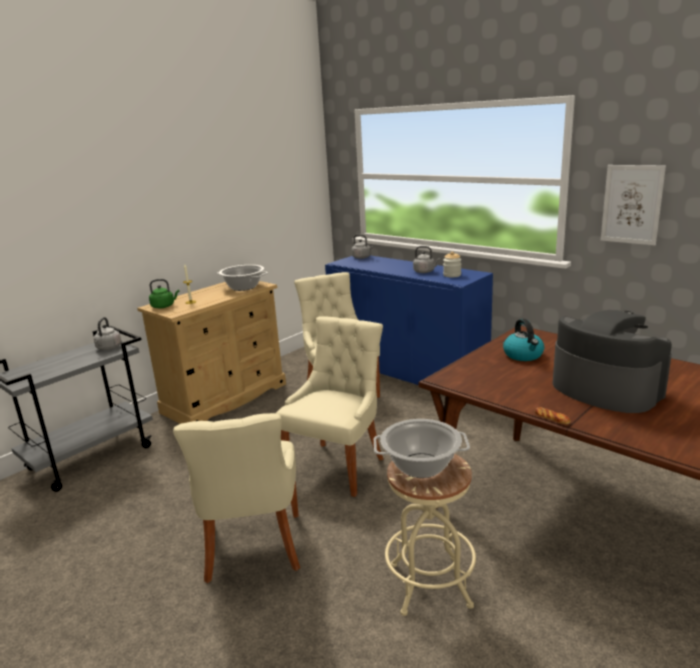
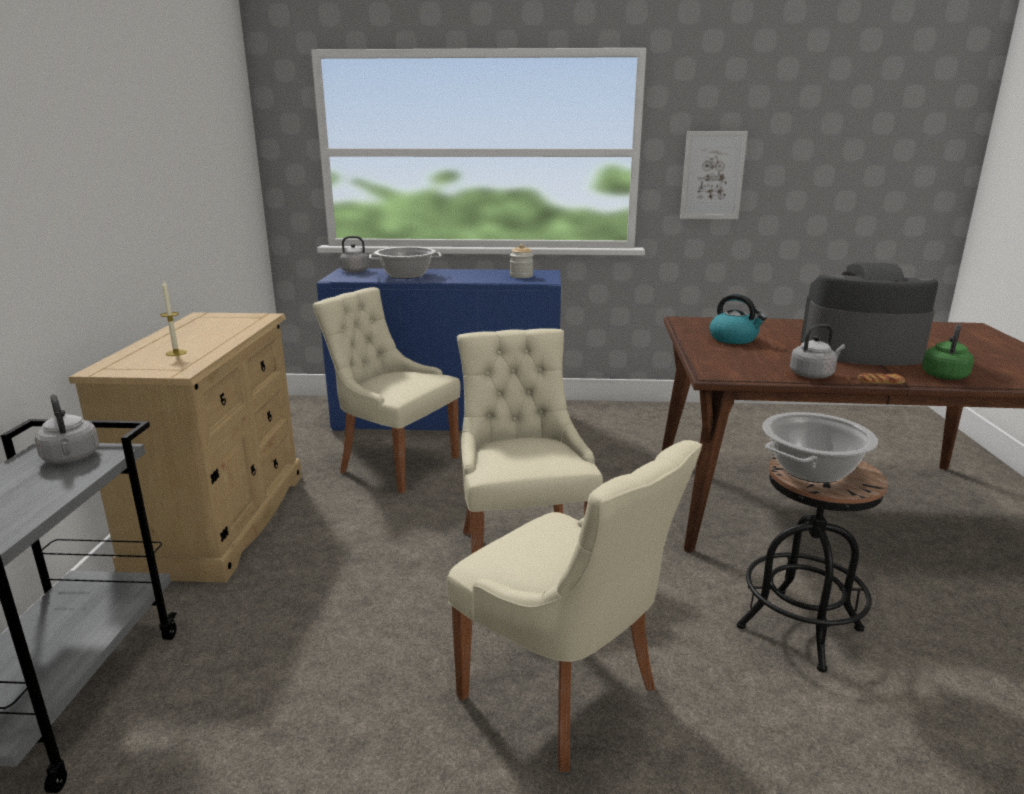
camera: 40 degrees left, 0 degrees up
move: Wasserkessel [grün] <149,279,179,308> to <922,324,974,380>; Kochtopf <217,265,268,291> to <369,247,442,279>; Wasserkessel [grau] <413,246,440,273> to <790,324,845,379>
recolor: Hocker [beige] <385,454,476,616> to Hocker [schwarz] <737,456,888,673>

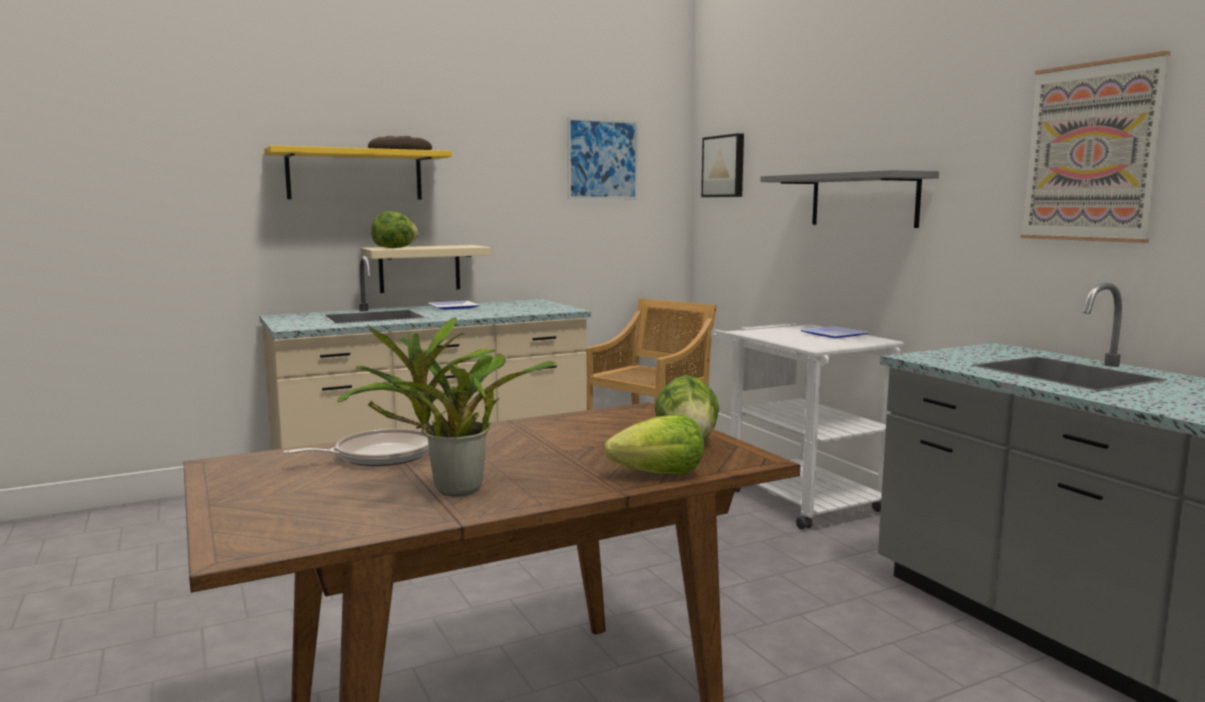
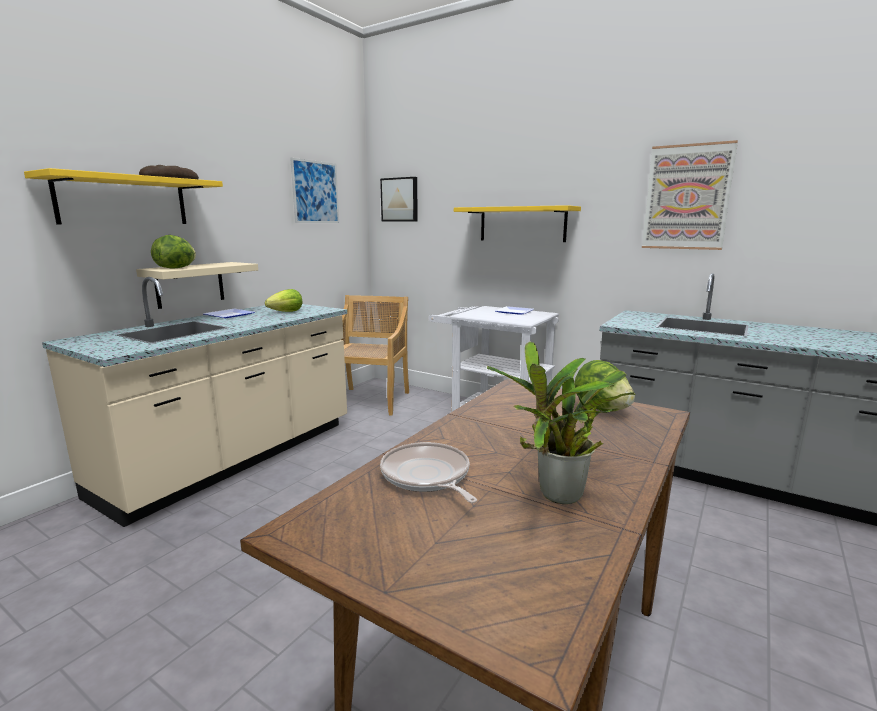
camera: 30 degrees left, 5 degrees up
move: Salatkopf <604,414,704,474> to <265,289,302,312>
recolor: Wandregal [grau] <760,170,939,228> to Wandregal [gelb] <454,205,581,242>
rotate: Pfanne <283,428,429,466> = <380,442,477,503> 60 degrees counterclockwise

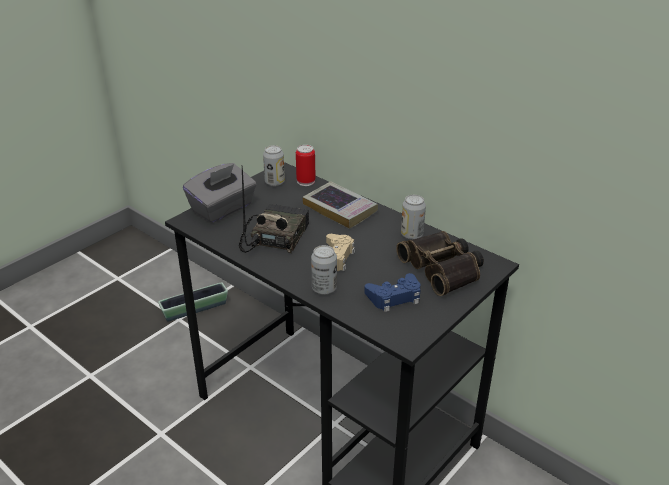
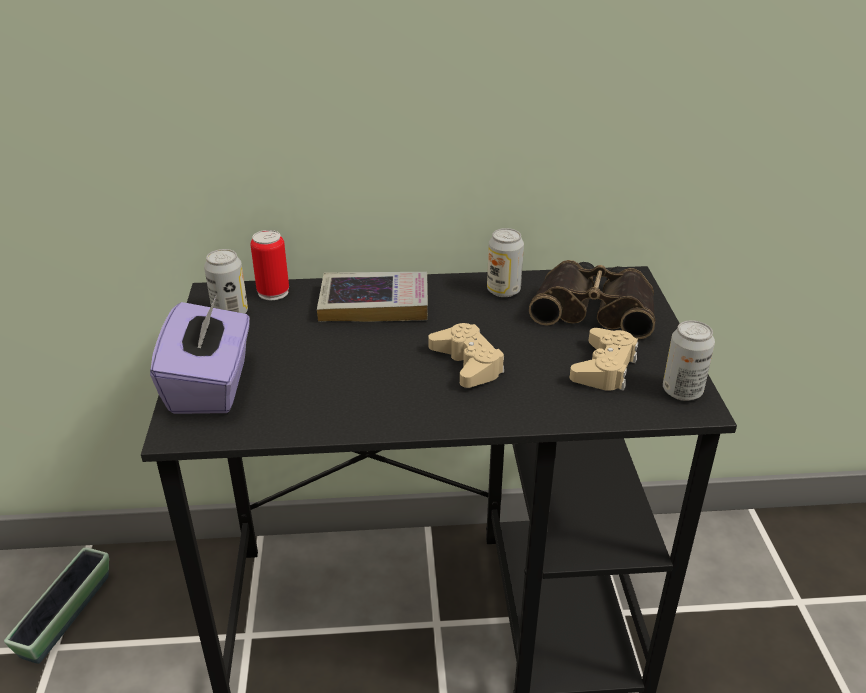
camera: 45 degrees left, 0 degrees up
delete: Radio <239,166,309,253>
move: Dose <311,245,337,295> to <663,320,715,401>
recolor: Taschentuchbox [grau] <183,163,257,223> to Taschentuchbox [lila] <150,295,250,414>; Gamepad [blau] <364,273,420,312> to Gamepad [beige] <570,328,638,391>

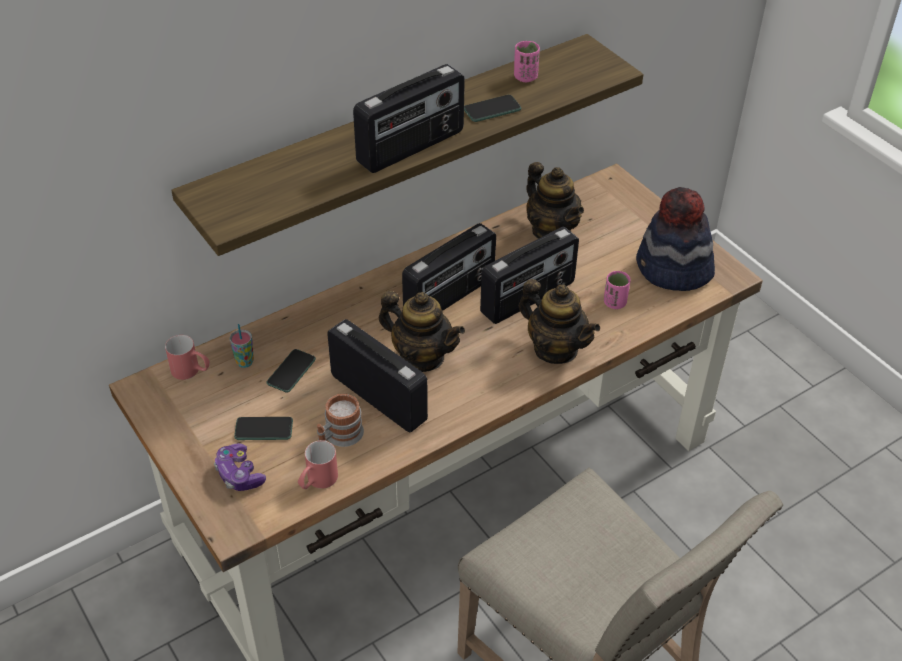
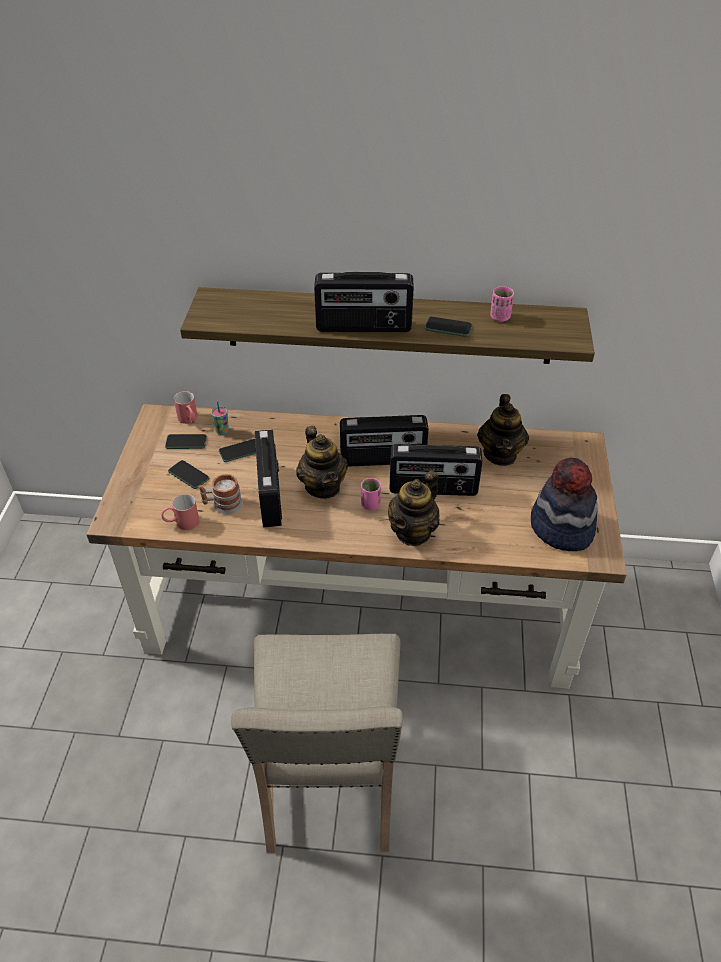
camera: 40 degrees right, 0 degrees up
delete: Gamepad <214,443,266,491>
insert: Handy <165,434,207,449>
move: Tasse [rosa] <604,271,631,309> to <361,478,381,510>
rotate: Teekanne <519,279,600,364> = <388,470,440,546> 45 degrees clockwise

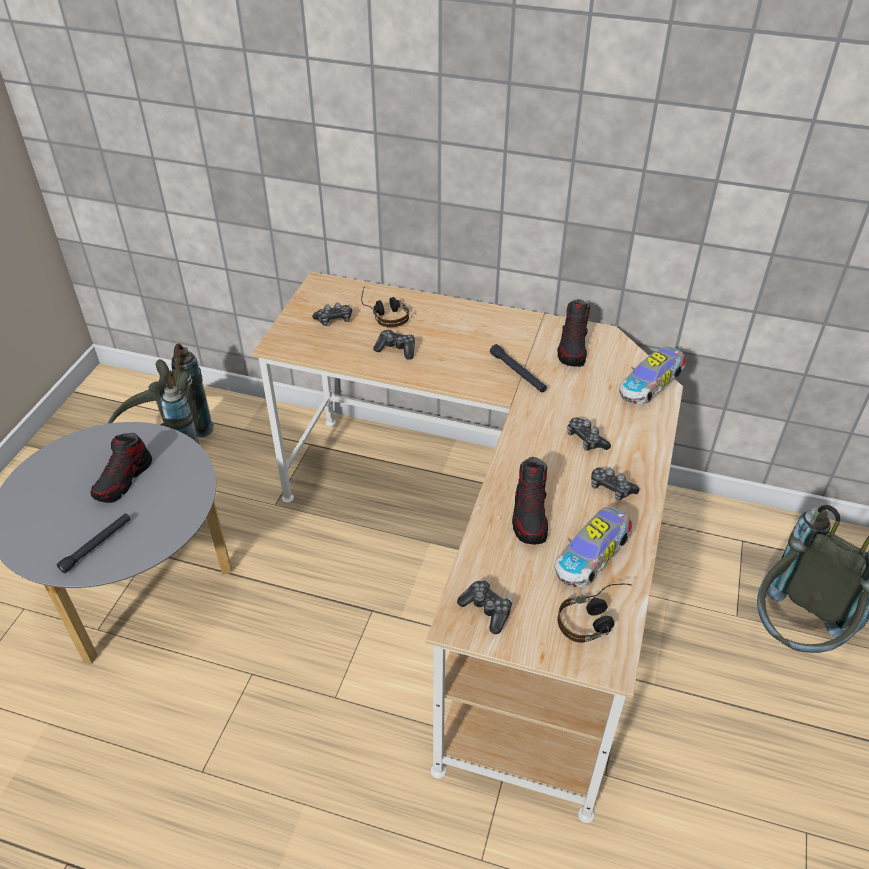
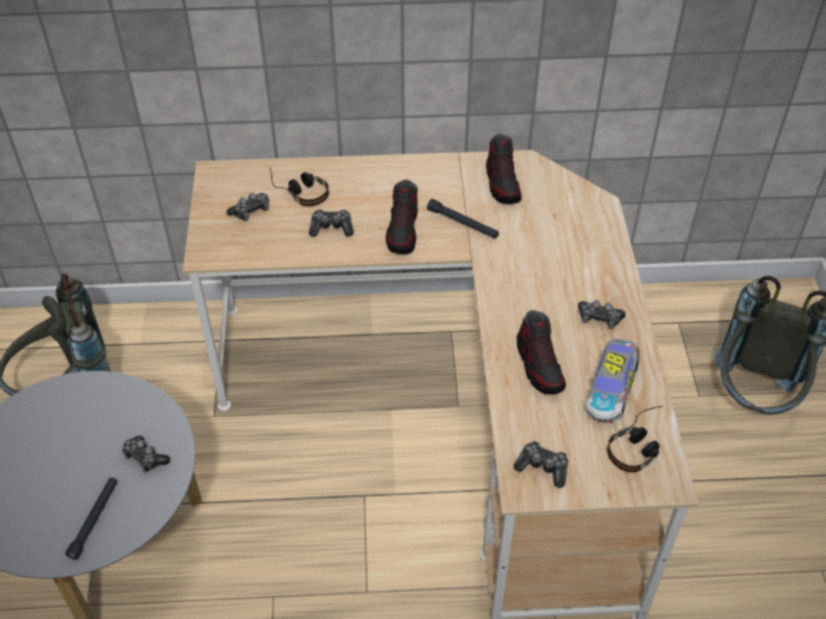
camera: 20 degrees left, 5 degrees up
delete: Spielzeugauto <619,346,686,404>
move: Schuh <90,433,152,503> to <386,180,418,254>; Gamepad <567,417,611,451> to <122,436,170,472>

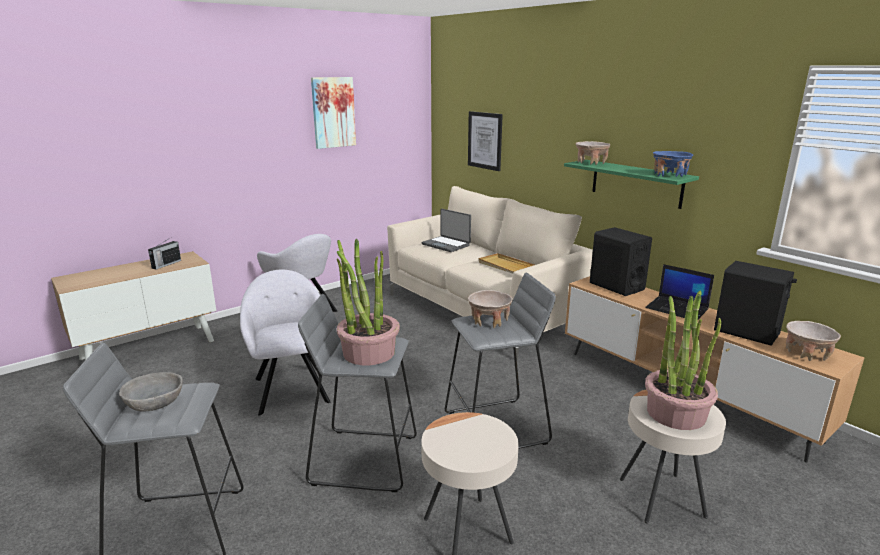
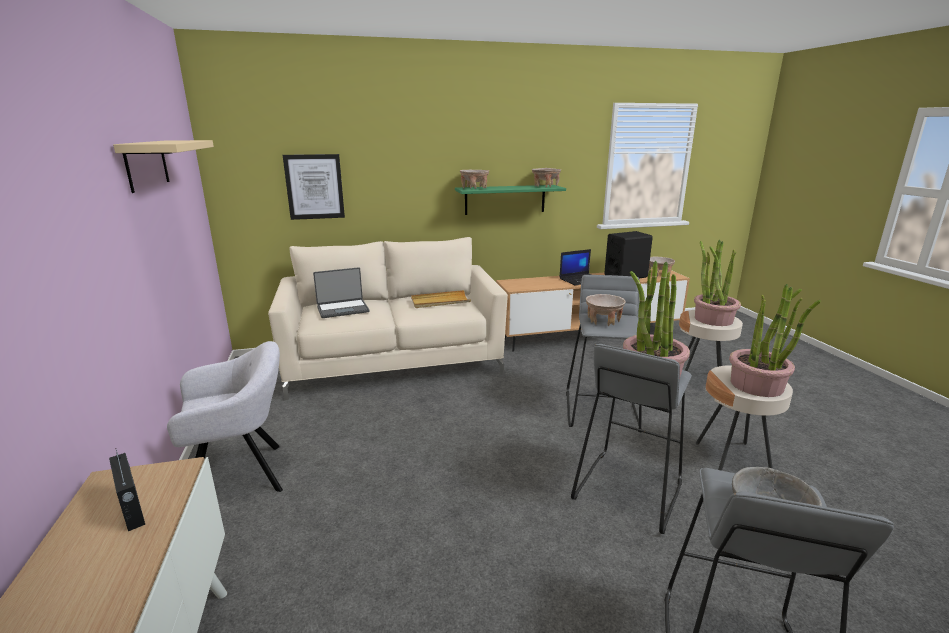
camera: 65 degrees left, 0 degrees up
delete: Sessel [grau] <240,270,331,416>; Lautsprecher [schwarz] <590,227,652,296>
insert: Topfpflanze <729,284,821,397>
replace: Bild <311,77,356,149> to Wandregal [beige] <113,140,214,193>
recolor: Schüssel [blau] <653,151,693,177> to Schüssel [beige] <532,168,561,188>

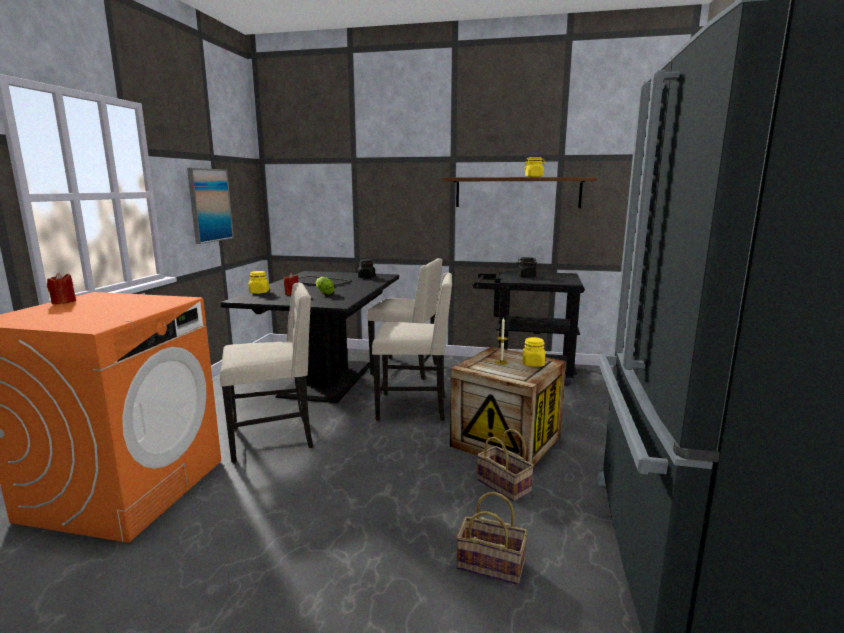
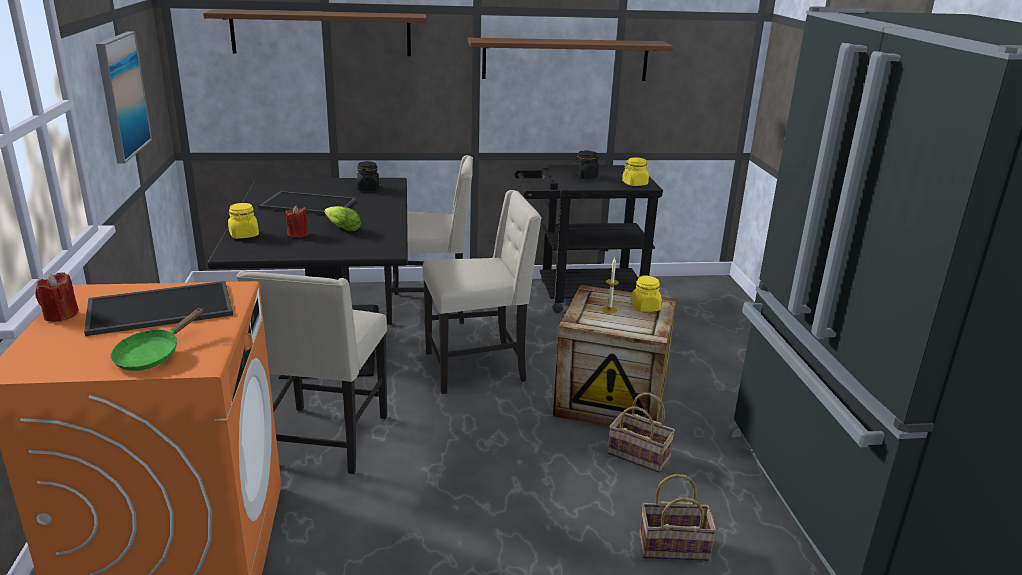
camera: 20 degrees left, 10 degrees up
insert: Tablett <84,281,233,336>; Pfanne [grün] <111,308,204,371>; Wandregal [braun] <203,9,427,56>
move: Vorratsglas [gelb] <524,157,546,177> to <622,157,650,186>
rotate: Stuhl [beige] <220,283,313,463> = <236,270,387,474> 135 degrees clockwise

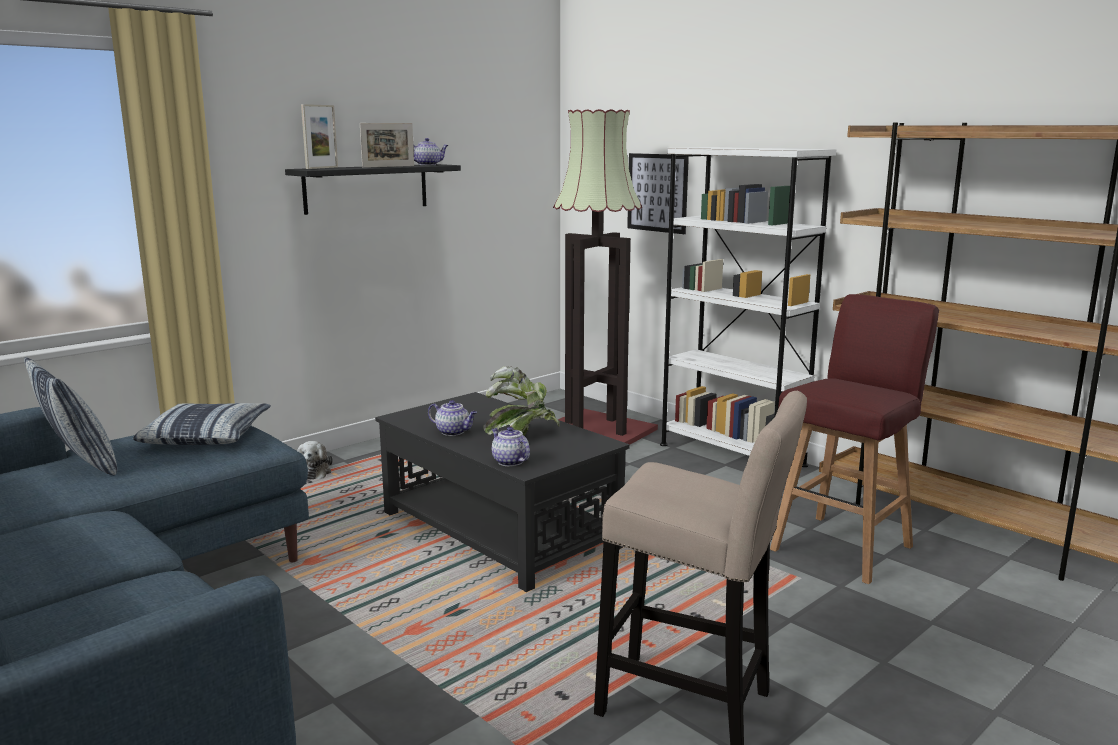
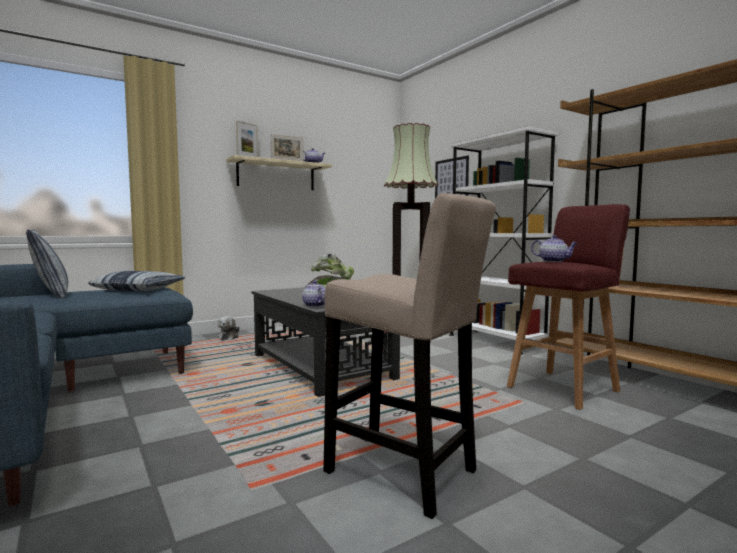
camera: 10 degrees right, 10 degrees down
move: Teekanne <428,400,477,436> to <531,235,578,262>
recolor: Wandregal [schwarz] <285,164,461,215> to Wandregal [beige] <226,155,332,190>

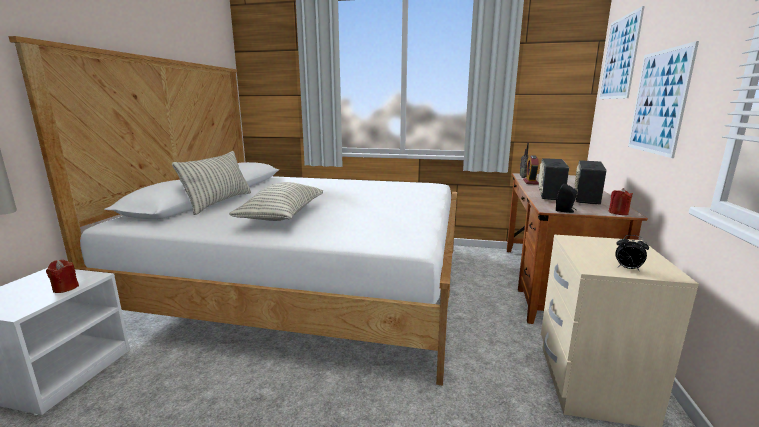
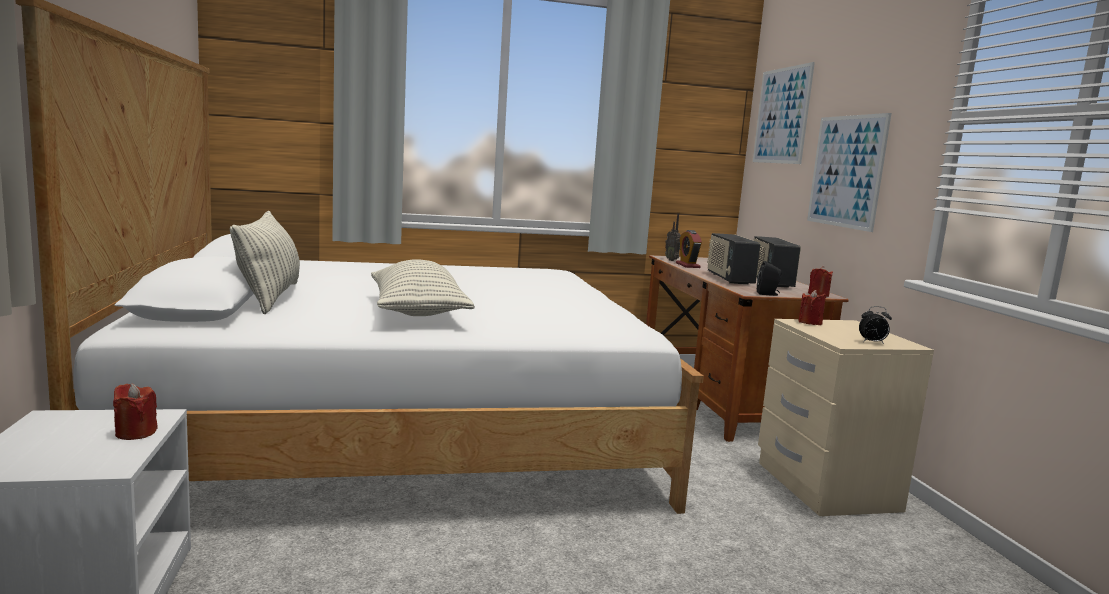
camera: 25 degrees left, 5 degrees down
insert: Kerze [rot] <799,290,826,325>

